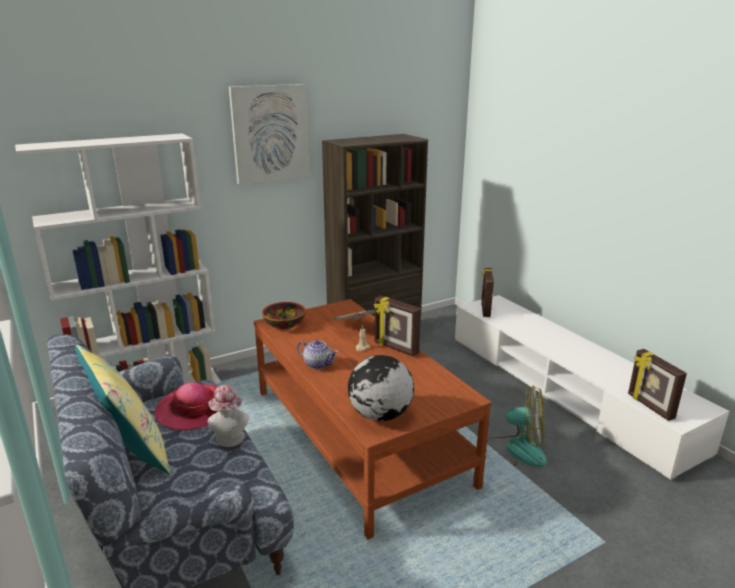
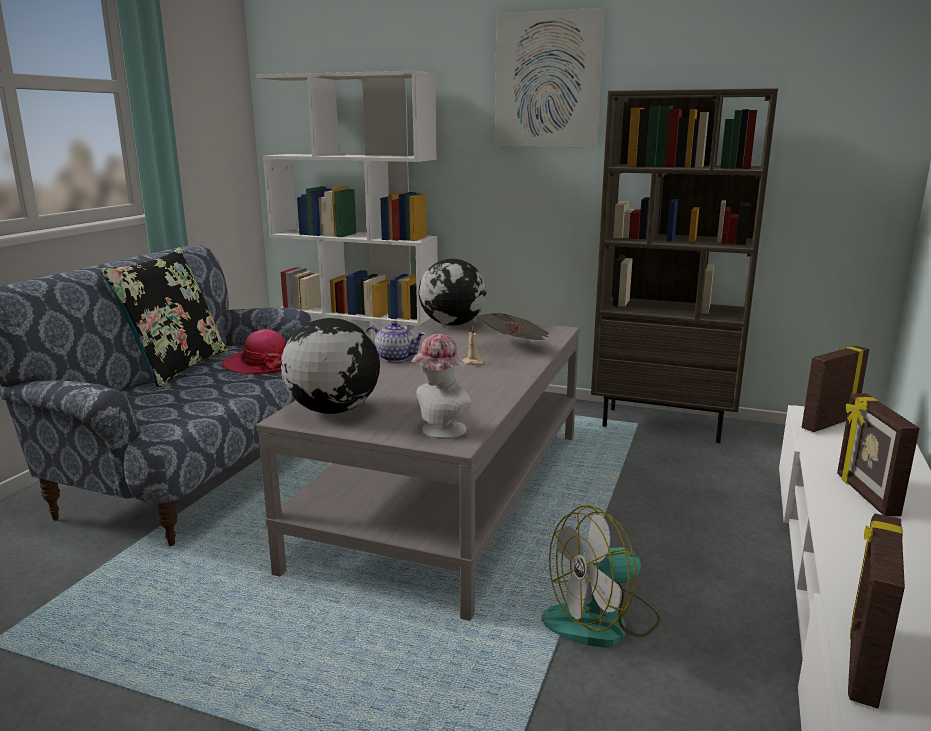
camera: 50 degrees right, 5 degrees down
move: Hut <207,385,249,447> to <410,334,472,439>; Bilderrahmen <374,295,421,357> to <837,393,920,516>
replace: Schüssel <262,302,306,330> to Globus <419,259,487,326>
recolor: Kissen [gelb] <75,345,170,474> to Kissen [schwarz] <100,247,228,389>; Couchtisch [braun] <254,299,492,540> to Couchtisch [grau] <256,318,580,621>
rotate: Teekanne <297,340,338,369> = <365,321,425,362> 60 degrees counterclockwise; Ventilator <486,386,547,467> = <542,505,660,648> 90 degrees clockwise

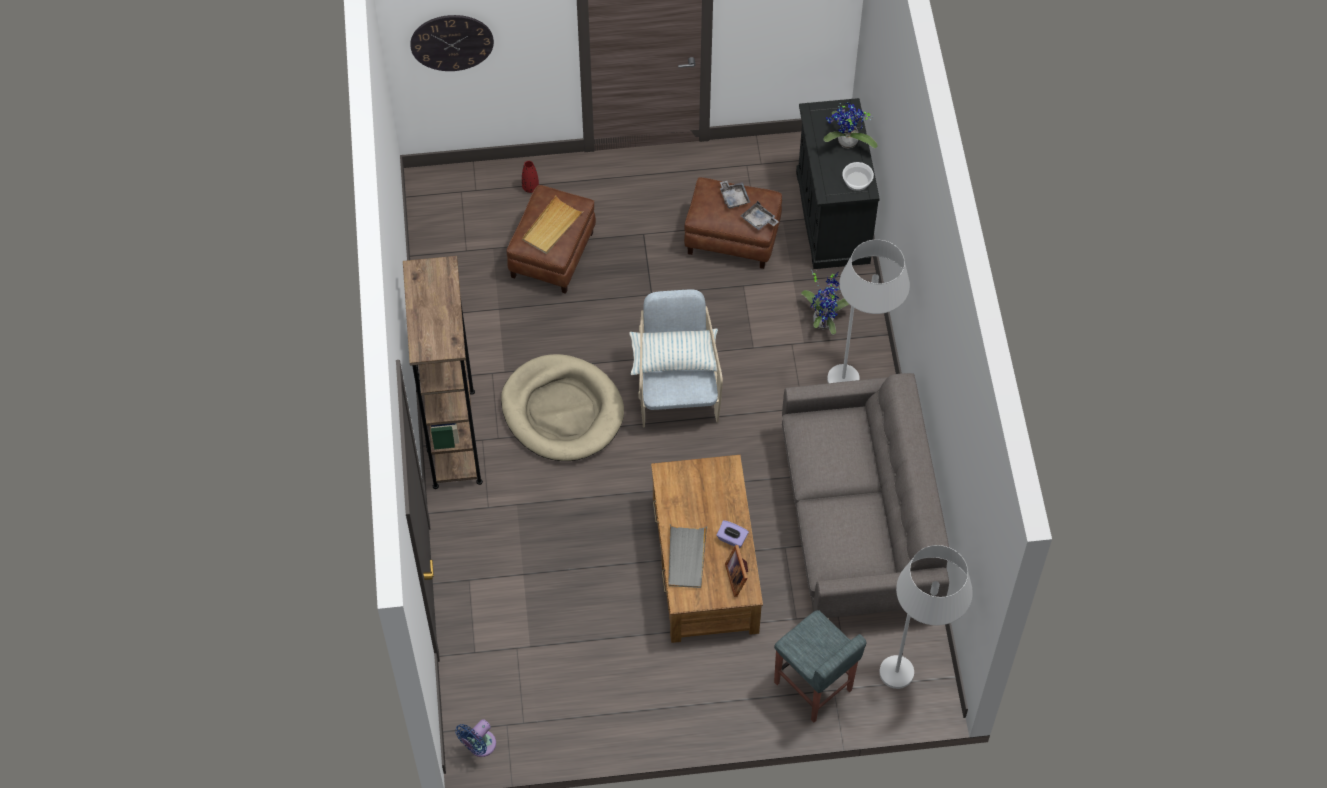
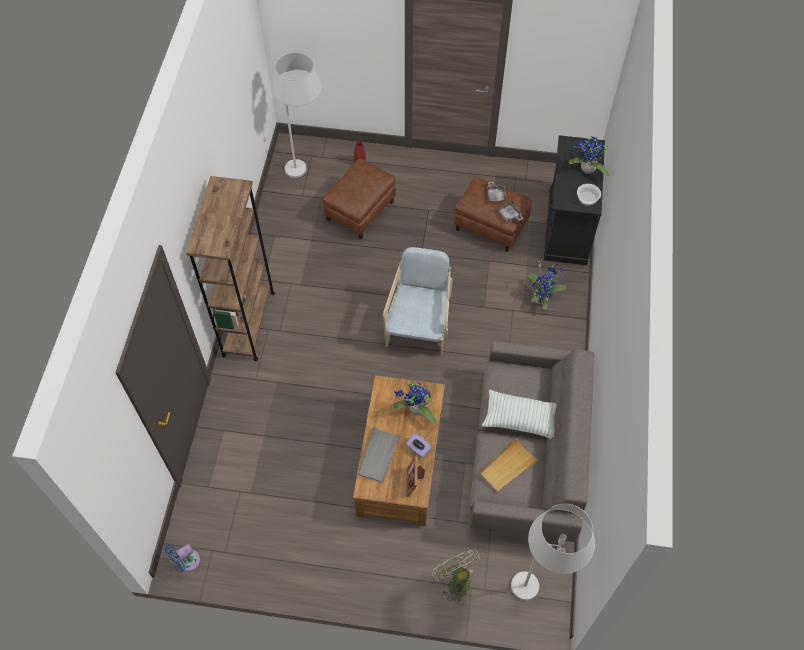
camera: 15 degrees right, 0 degrees up
delete: Wanduhr <410,15,494,71>; Hundebett [beige] <501,354,624,461>
insert: Topfpflanze <392,381,437,424>
move: Tablett [beige] <522,196,583,254> to <480,439,538,493>; Kissen <629,328,718,375> to <482,390,557,439>; Stehlampe [weiß] <827,239,910,383> to <272,52,322,178>
replace: Hocker [grau] <774,610,866,722> to Ventilator [grün] <432,549,481,605>

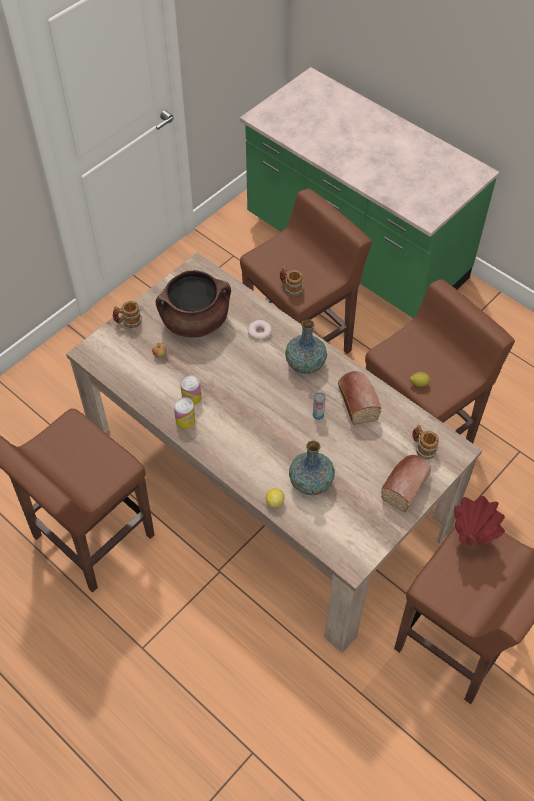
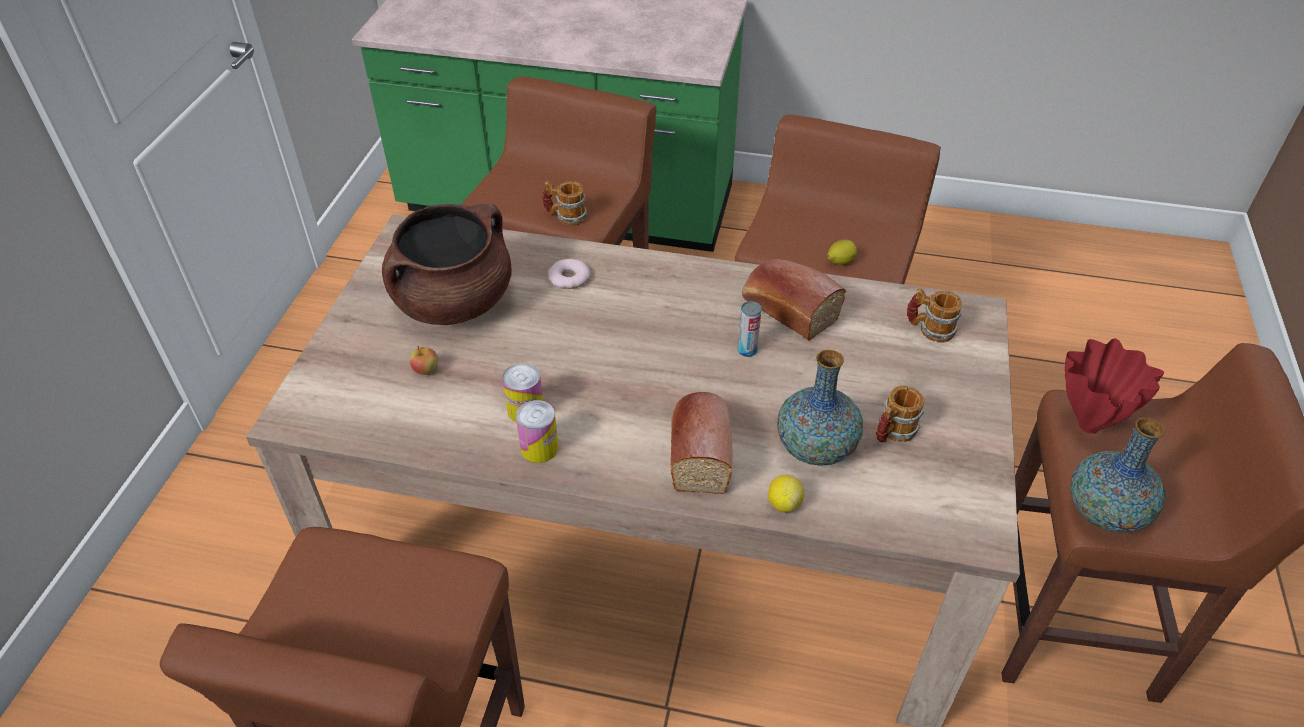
camera: 30 degrees left, 10 degrees down
move: Henkelbecher <113,301,142,328> to <876,385,924,443>; Vase <285,319,327,374> to <1070,418,1166,533>; Brot <381,455,431,512> to <670,392,733,494>

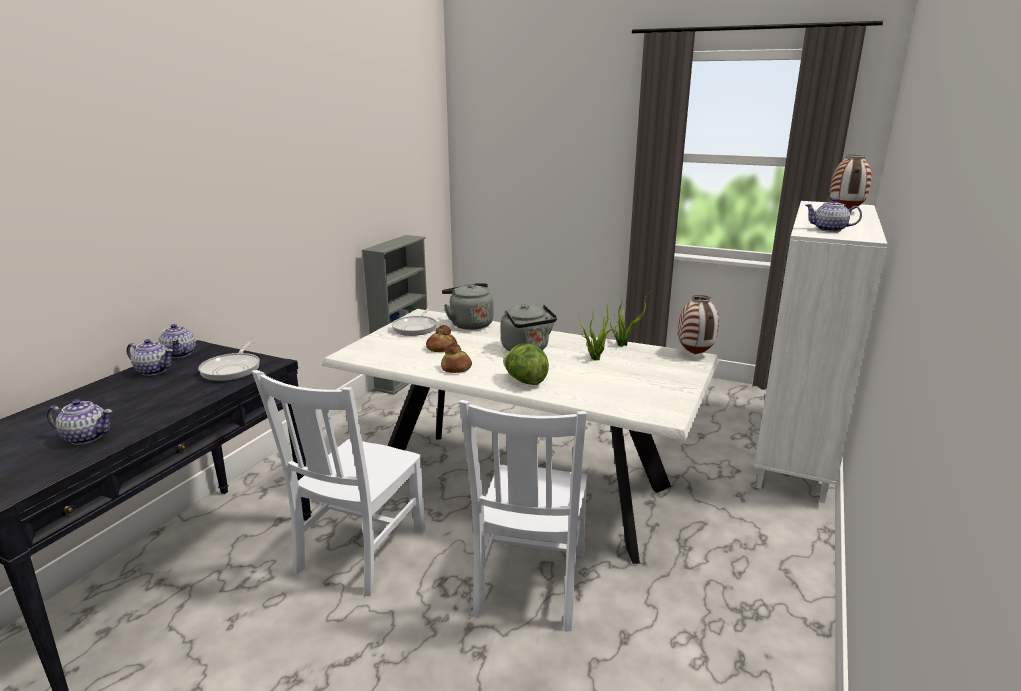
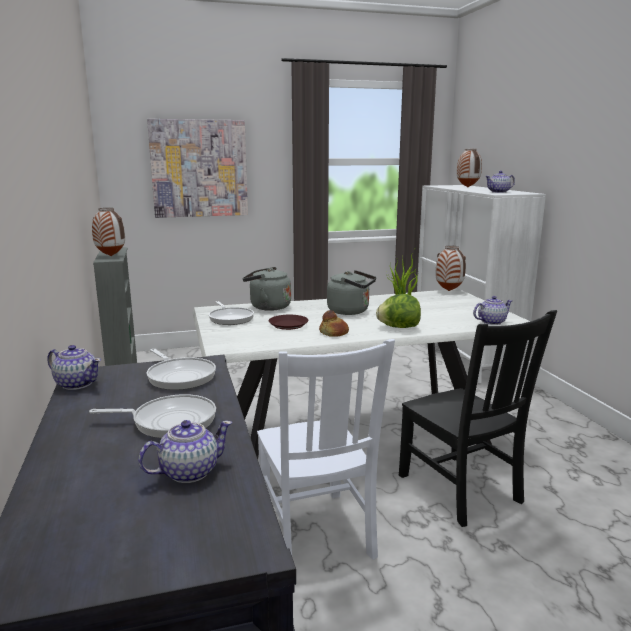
camera: 40 degrees left, 5 degrees down
insert: Pfanne <89,394,216,438>; Vase <92,208,125,256>; Bild <147,119,248,218>
move: Teekanne <126,339,173,376> to <473,296,512,325>
replace: Brot <426,325,457,352> to Teller [braun] <269,315,309,330>
recolor: Stuhl [weiß] <459,400,588,632> to Stuhl [schwarz] <399,310,557,527>

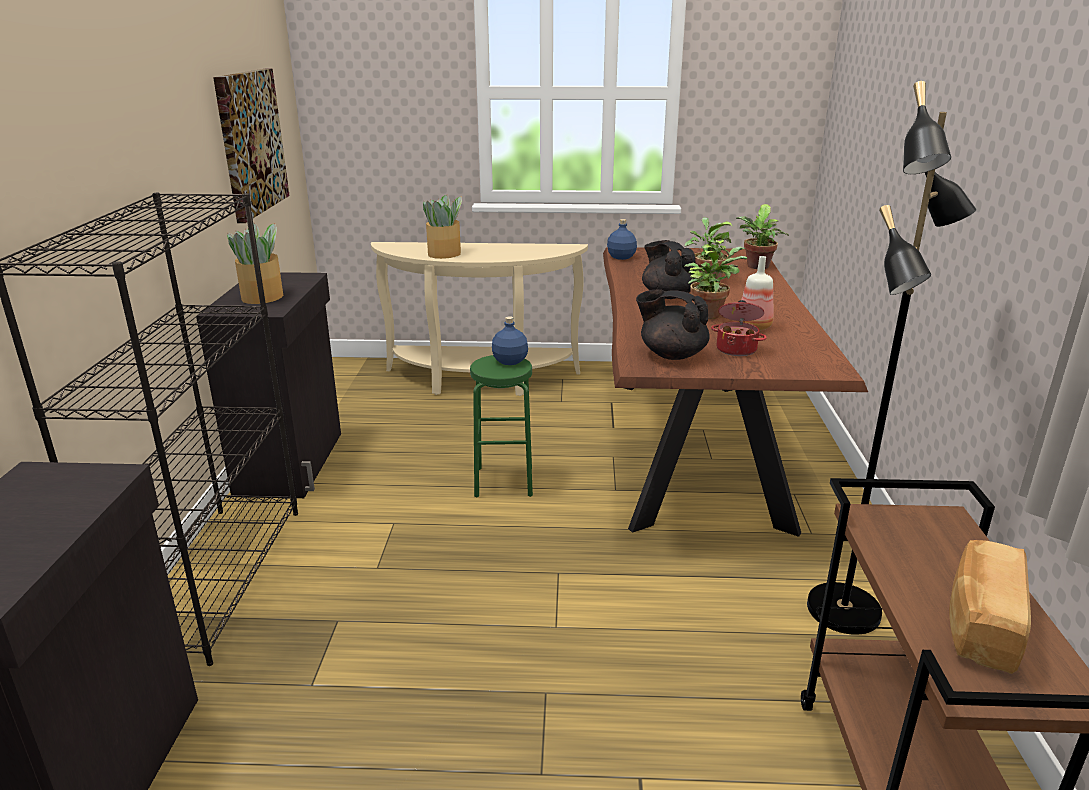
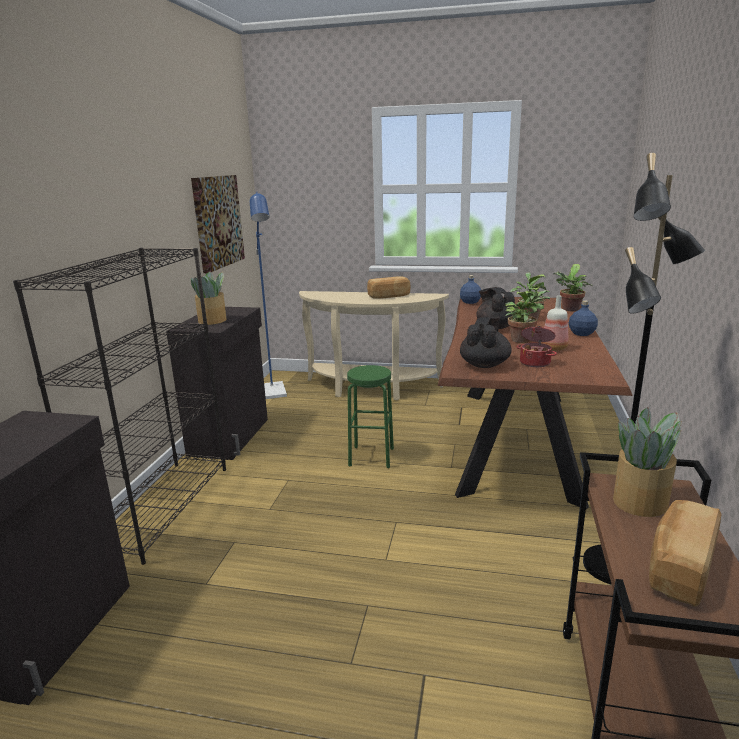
camera: 10 degrees right, 5 degrees down
insert: Stehlampe [blau] <250,192,287,399>; Brot <367,276,411,299>
move: Topfpflanze <423,195,462,259> to <613,407,682,517>; Flasche [blau] <492,316,528,365> to <569,300,598,336>
rotate: Teekanne [schwarz] <636,289,709,360> = <460,317,512,368> 75 degrees clockwise

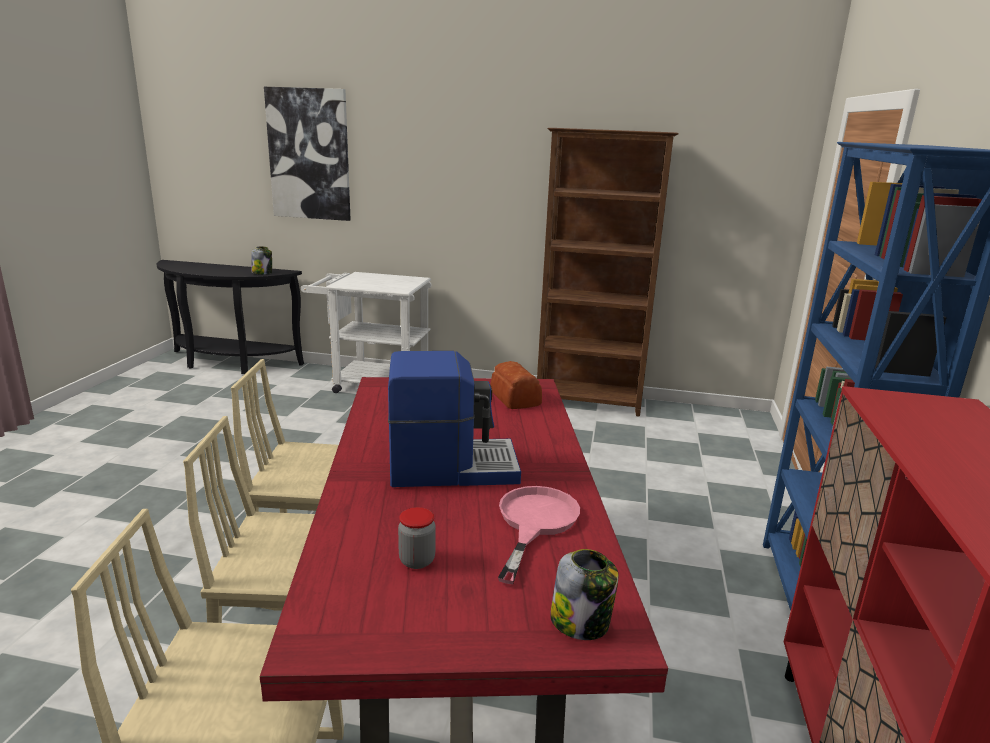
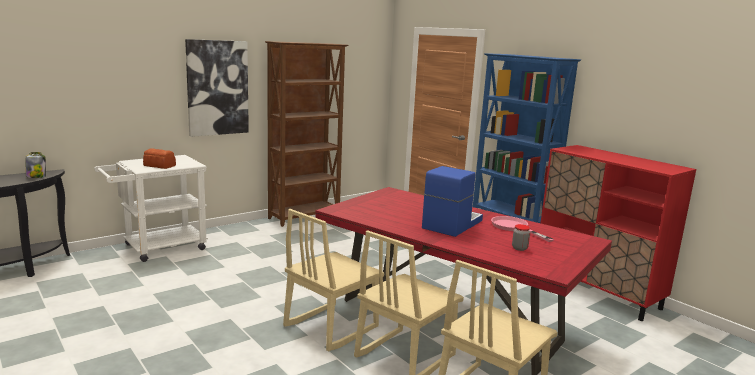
camera: 50 degrees left, 5 degrees down
delete: Vorratsglas <550,549,619,640>
move: Bild <264,87,351,221> to <185,39,249,137>; Brot <491,361,542,409> to <143,148,176,169>

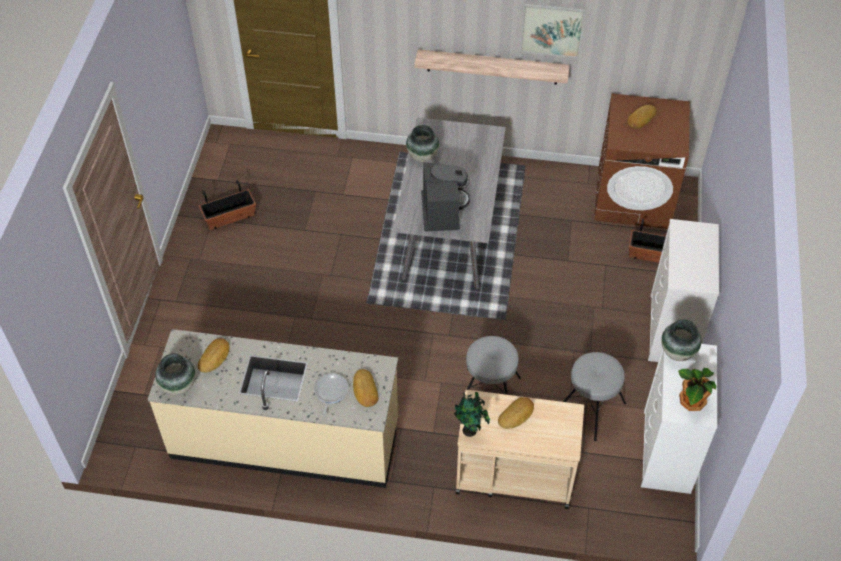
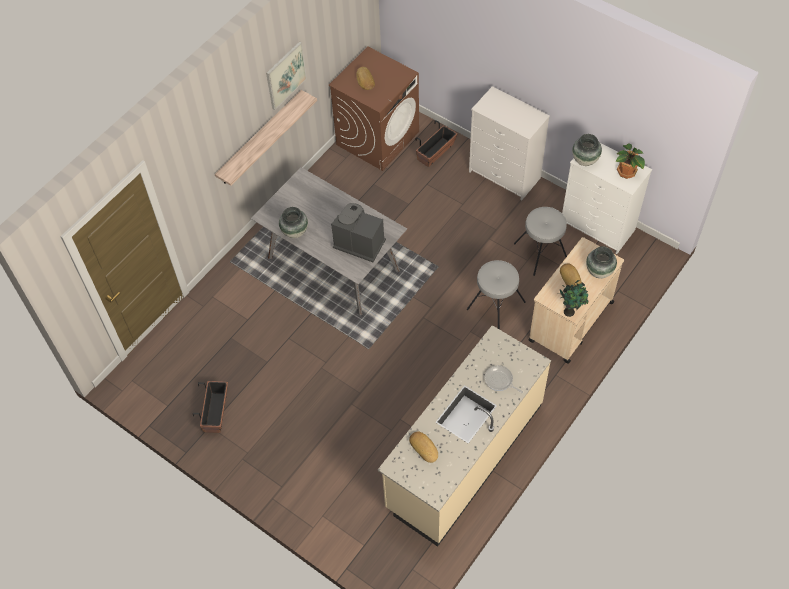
camera: 60 degrees left, 5 degrees up
delete: Brot <353,369,378,407>
move: Vase <155,354,195,395> to <586,246,617,279>

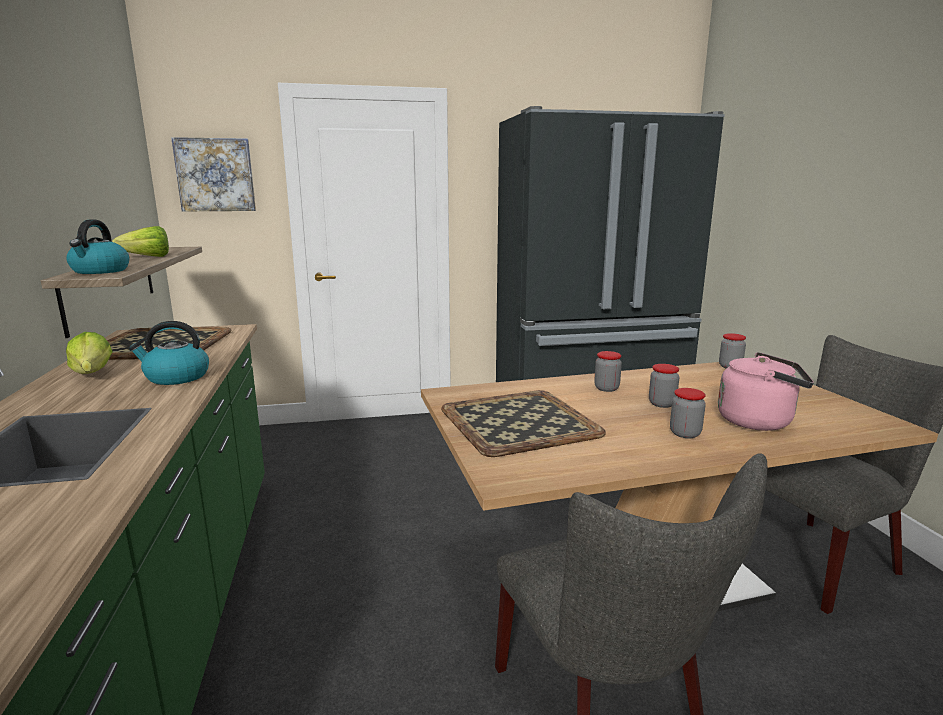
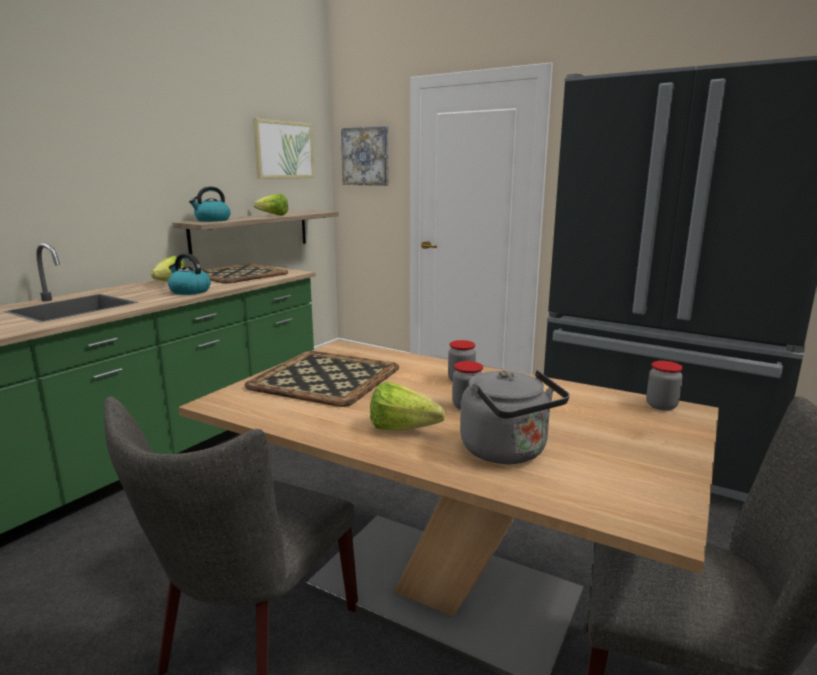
camera: 45 degrees right, 0 degrees up
insert: Bild <253,118,314,179>
replace: Vorratsglas <670,388,706,438> to Salatkopf <370,382,445,431>
recolor: Wasserkessel [rosa] <718,352,814,431> to Wasserkessel [grau] <460,370,569,464>

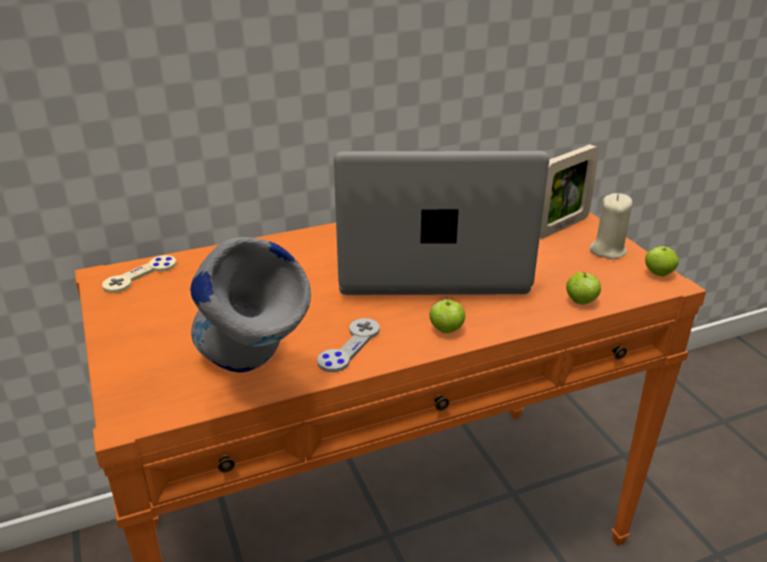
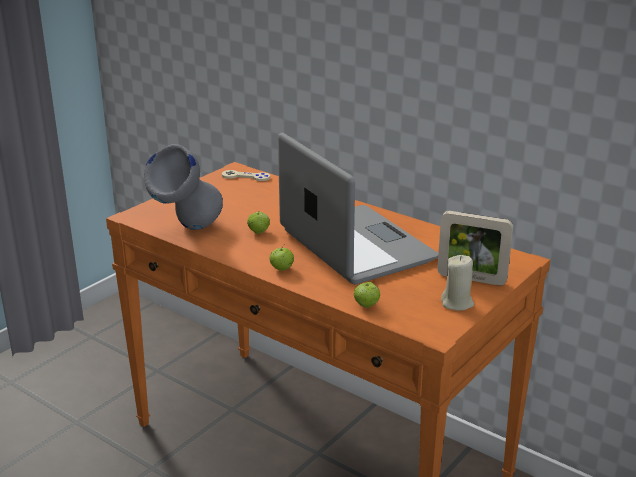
camera: 60 degrees right, 5 degrees down
delete: Gamepad [grau] <317,318,380,372>
move: Apfel <645,244,679,277> to <247,211,270,234>

